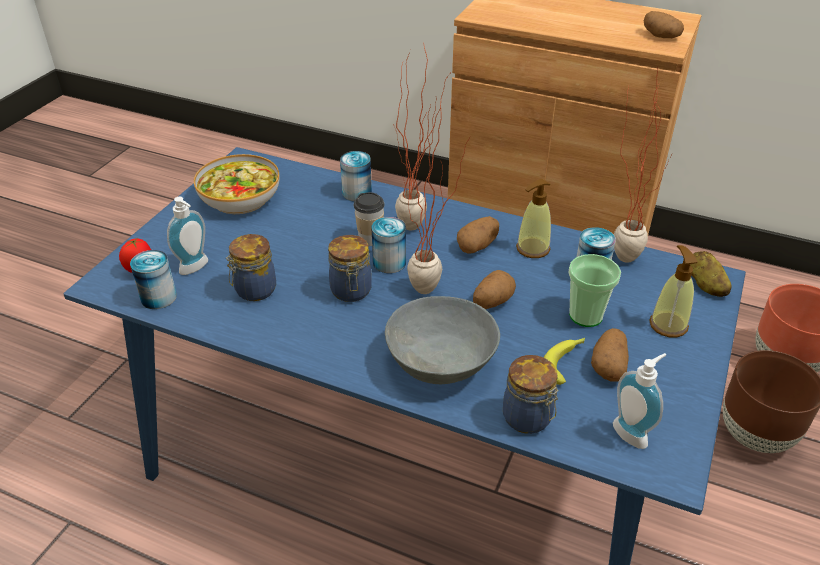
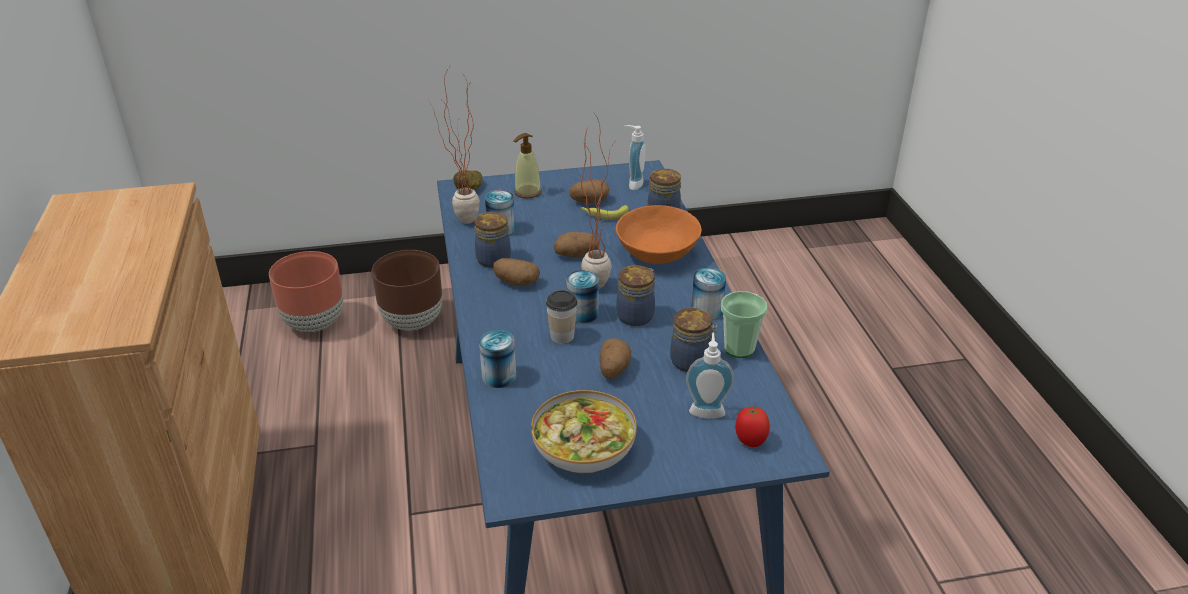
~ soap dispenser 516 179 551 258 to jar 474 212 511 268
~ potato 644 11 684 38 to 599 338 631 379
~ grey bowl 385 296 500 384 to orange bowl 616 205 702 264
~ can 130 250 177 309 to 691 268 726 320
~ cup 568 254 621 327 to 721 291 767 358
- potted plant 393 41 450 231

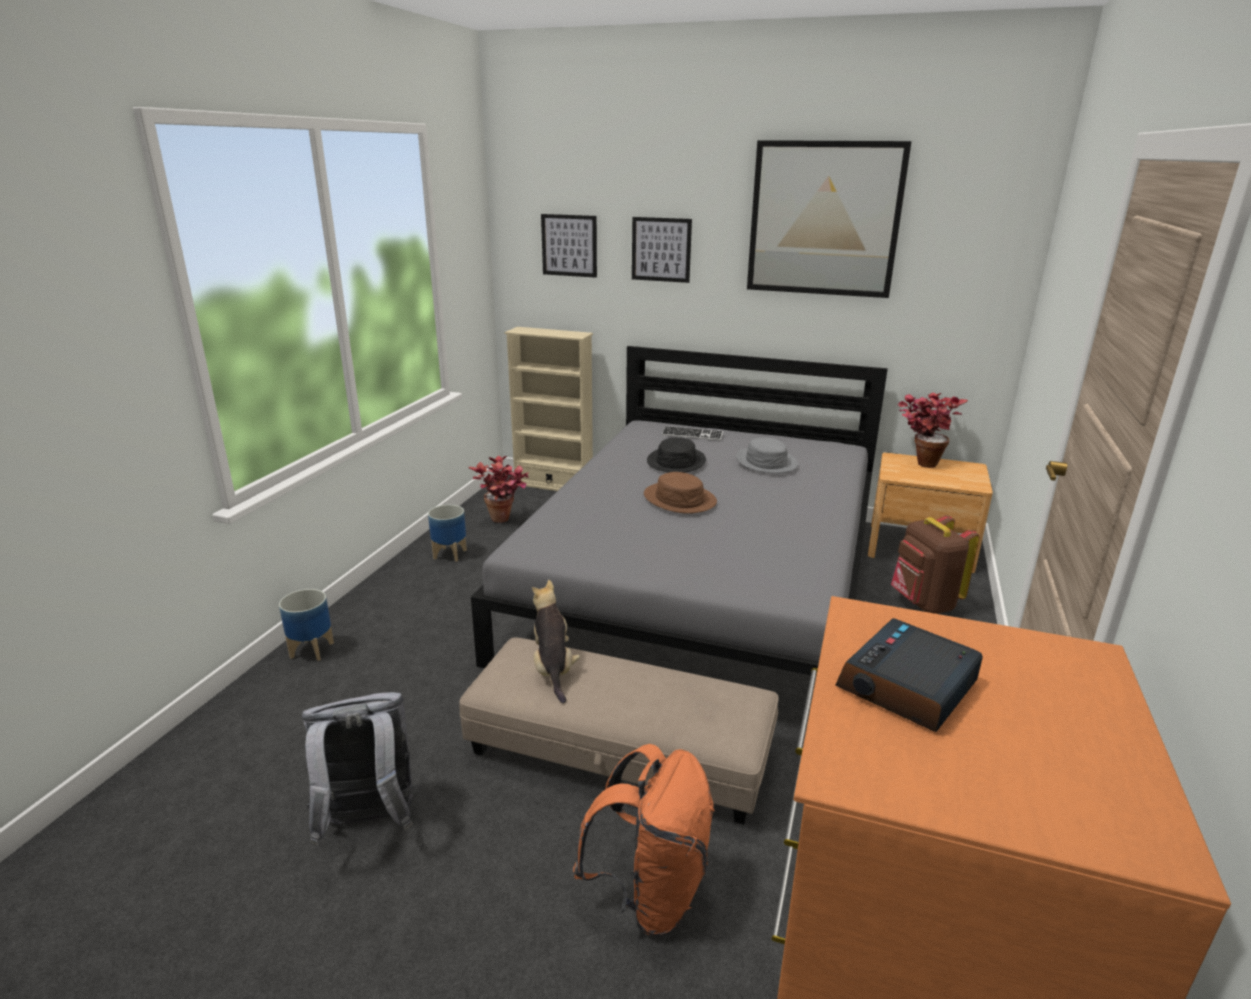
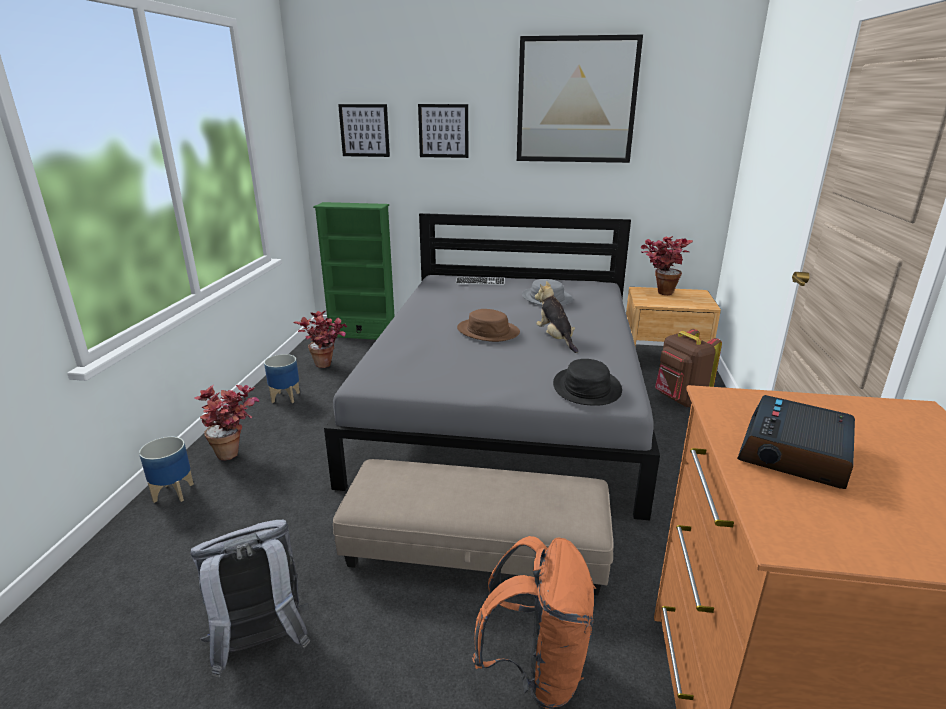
+ potted plant 194 384 259 461
~ beige bookcase 505 327 593 491 to green bookcase 313 202 395 340
~ plush toy 532 580 580 704 to 535 281 578 353
~ black hat 647 437 706 473 to 553 359 622 406

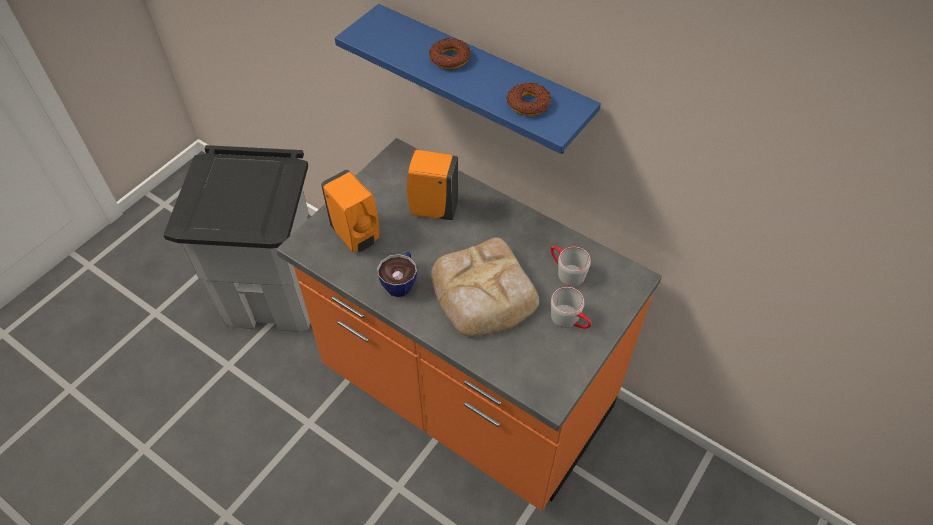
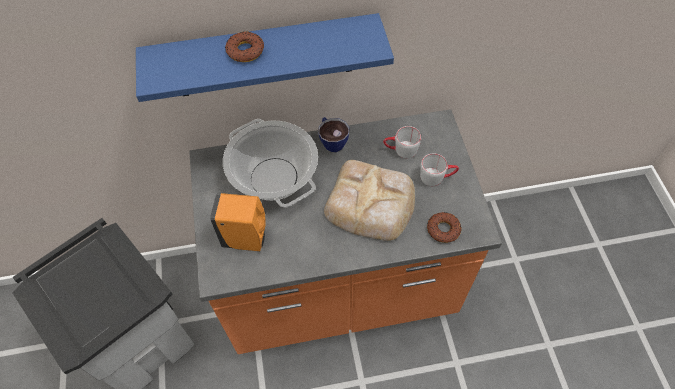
~ orange soap dispenser 407 150 459 220 to cooking pot 223 119 318 208
~ cup 377 252 417 297 to 318 117 349 152
~ donut 507 83 551 116 to 427 212 462 243

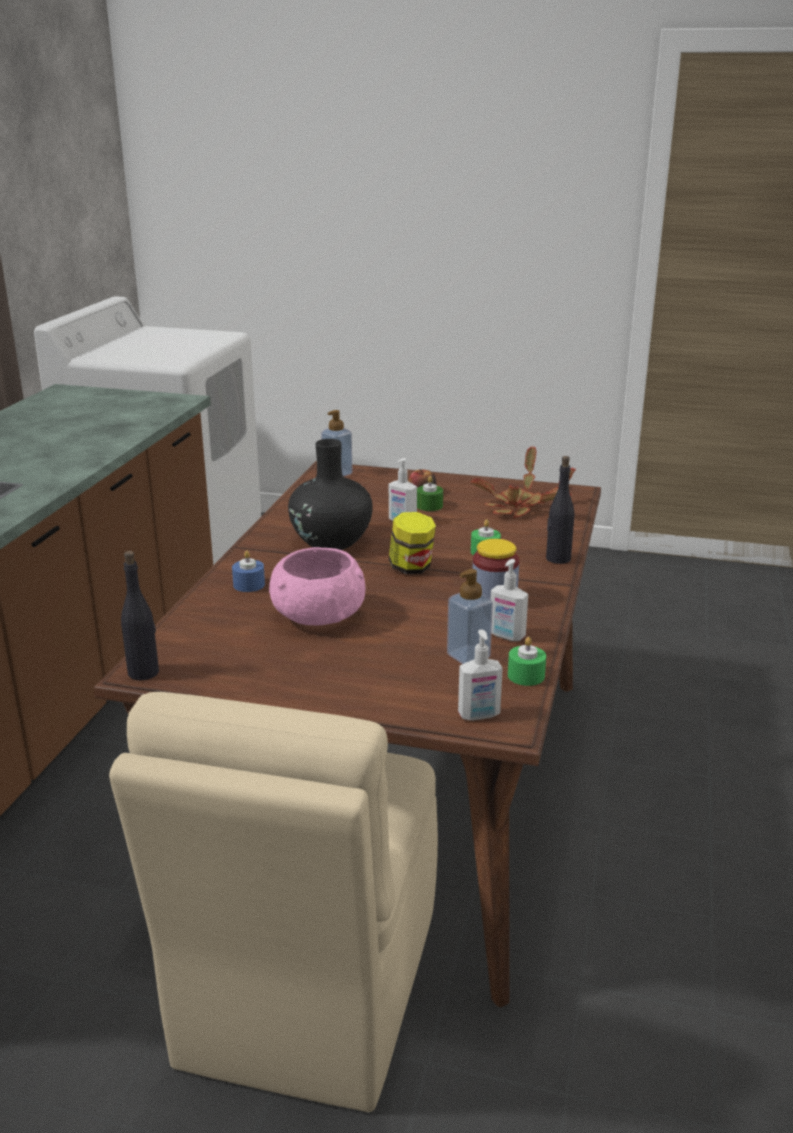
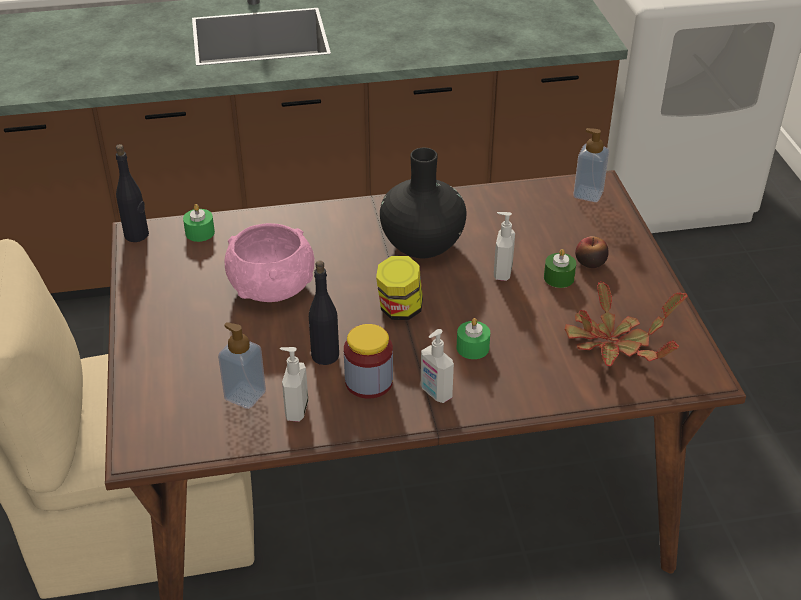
~ green candle 508 637 546 686 to 183 204 215 242
~ black bottle 546 456 574 564 to 309 261 339 365
~ soap dispenser 458 629 503 721 to 421 329 454 403
- blue candle 232 551 265 592

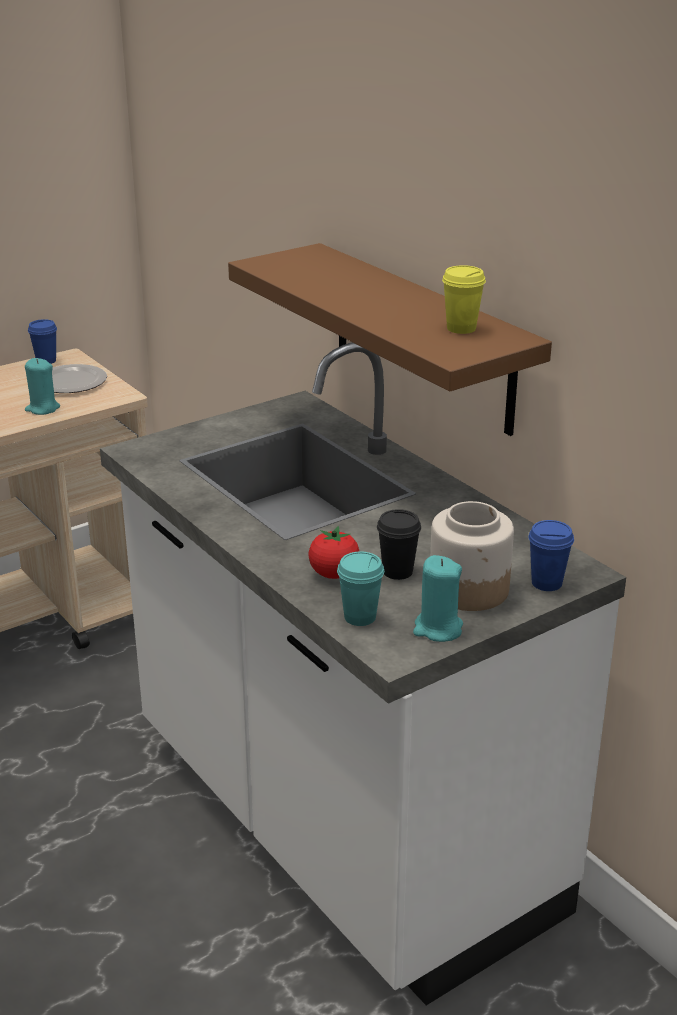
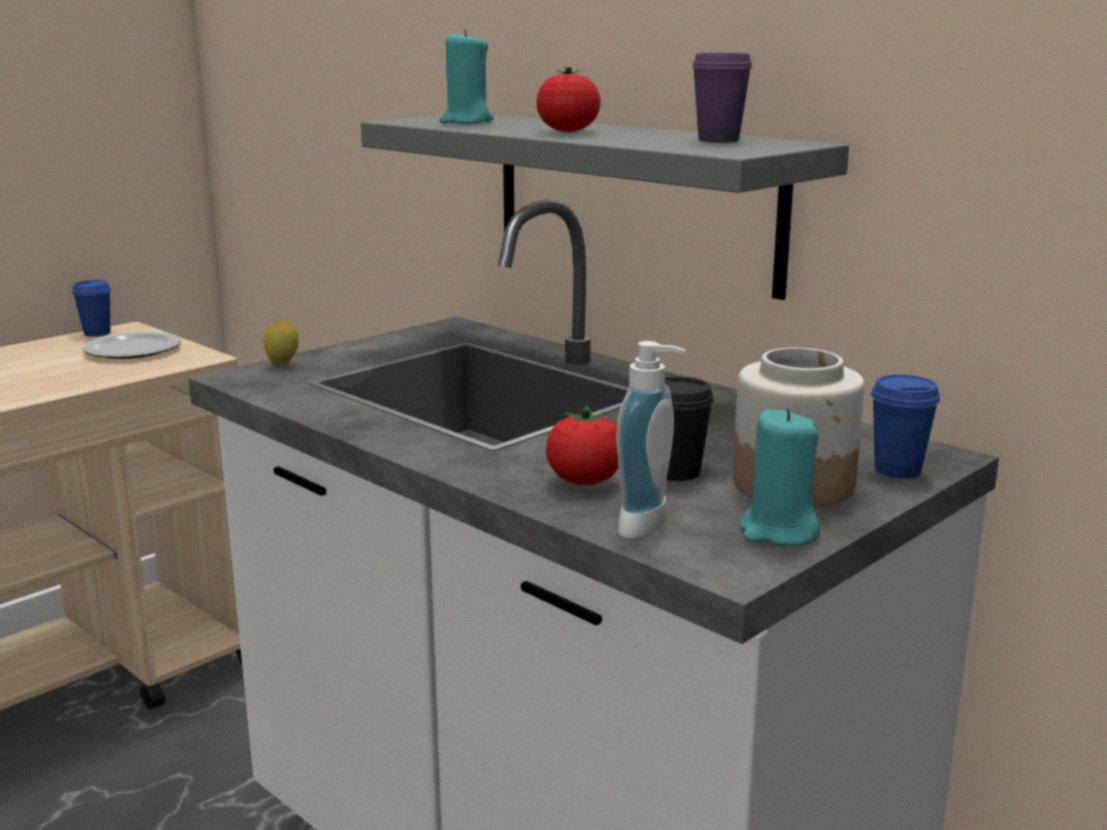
+ lemon 263 318 299 365
~ brown shelf 228 243 552 436 to grey shelf 361 115 849 300
~ turquoise candle 25 358 60 415 to 439 29 494 124
+ tomato 536 67 601 132
~ turquoise cup 337 552 384 626 to soap dispenser 616 341 687 539
~ yellow cup 442 265 486 334 to purple cup 692 53 752 142

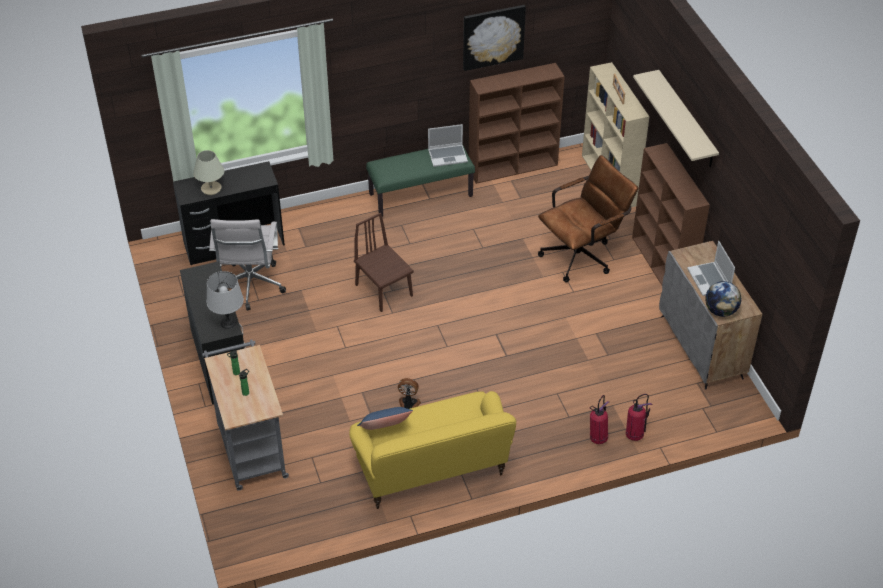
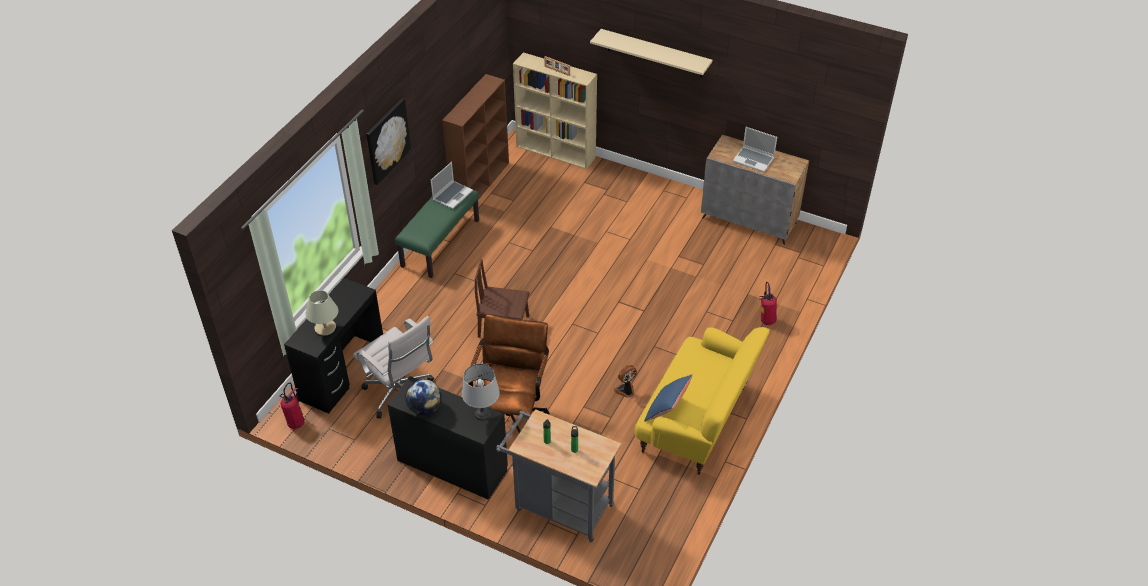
~ fire extinguisher 626 394 653 441 to 280 382 305 429
~ picture 463 5 526 71 to 366 98 411 185
~ globe 705 281 741 317 to 405 379 442 415
~ brown office chair 538 155 638 283 to 469 314 550 433
- brown bookcase 632 143 710 285

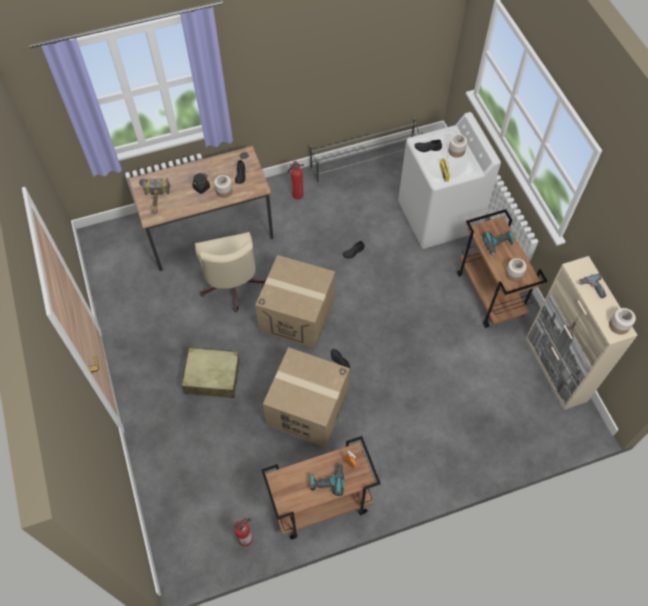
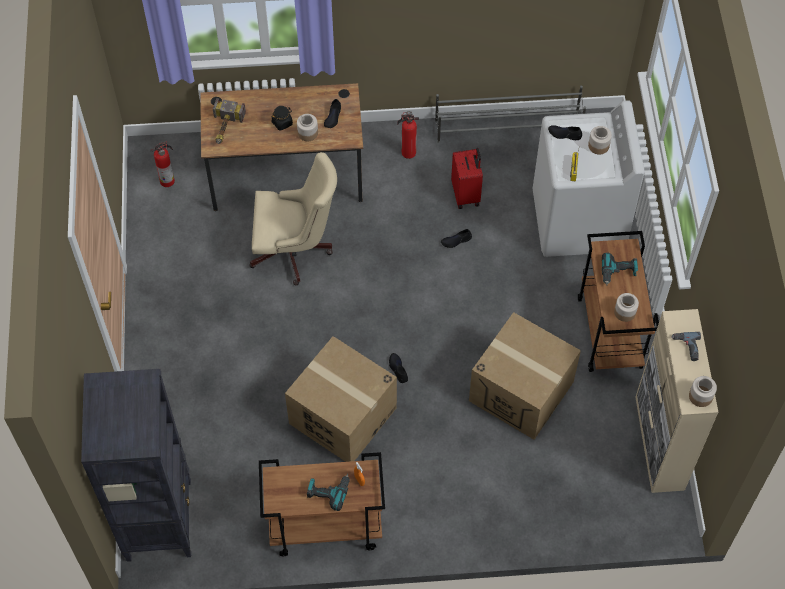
+ black bookcase 81 369 191 562
~ fire extinguisher 232 517 253 546 to 150 141 175 187
~ beige office chair 195 232 266 312 = 249 152 337 286 90 degrees counterclockwise
+ red suitcase 451 148 483 209
~ cardboard box 255 255 335 349 to 469 312 581 440
- beige suitcase 182 348 240 398

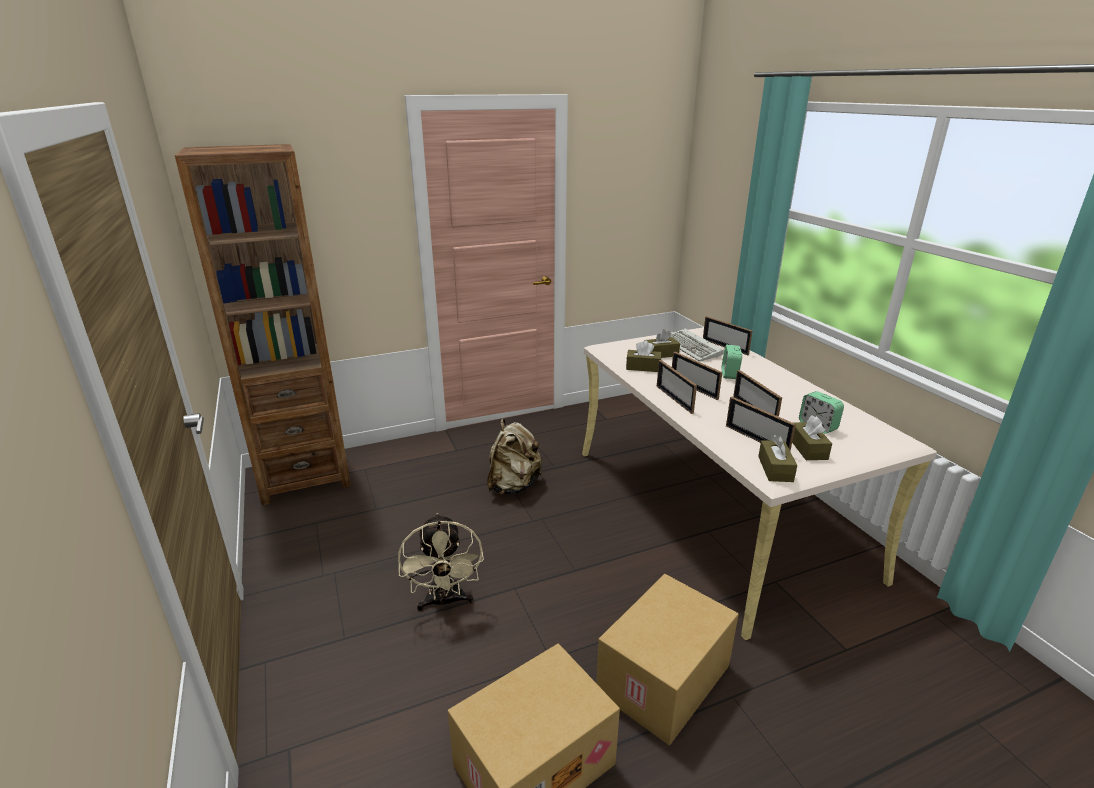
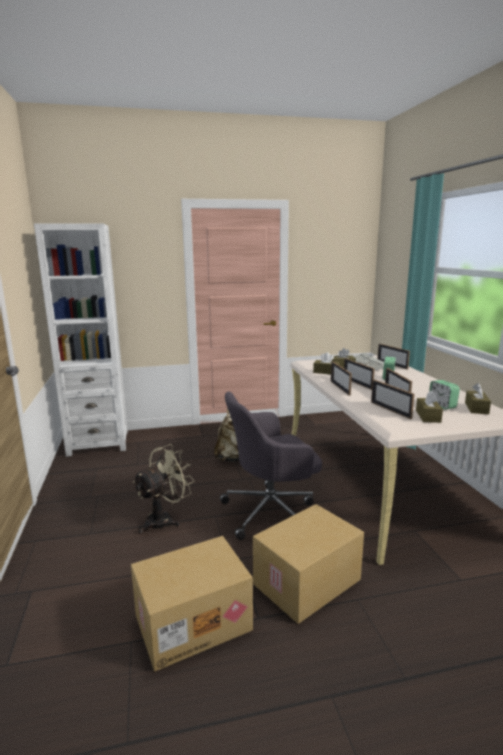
~ brown bookcase 175 144 351 505 to white bookcase 34 223 128 457
~ beige fan 398 513 484 611 = 132 444 194 534 135 degrees counterclockwise
+ grey office chair 220 391 322 540
~ brown tissue box 758 435 797 482 to 465 383 491 414

